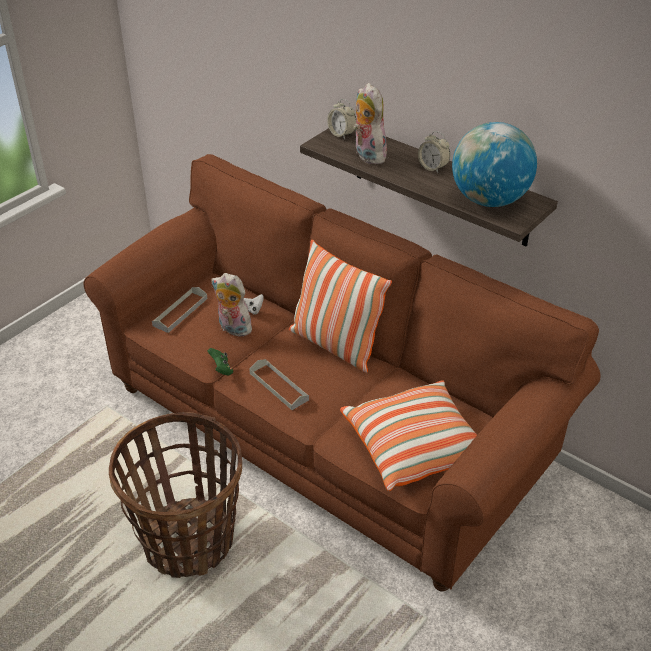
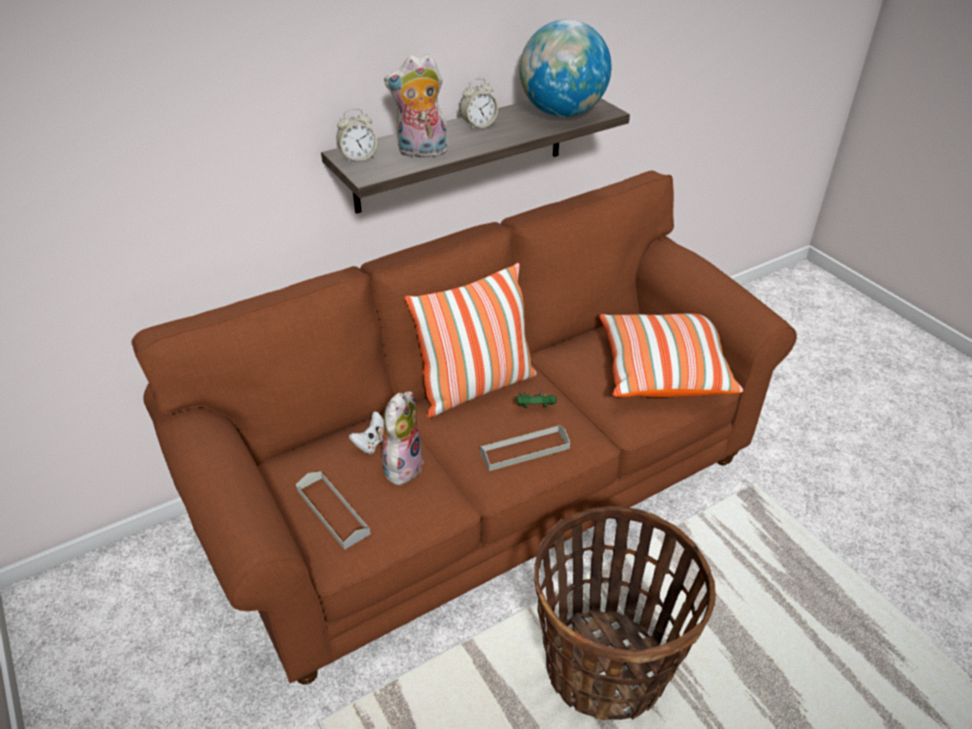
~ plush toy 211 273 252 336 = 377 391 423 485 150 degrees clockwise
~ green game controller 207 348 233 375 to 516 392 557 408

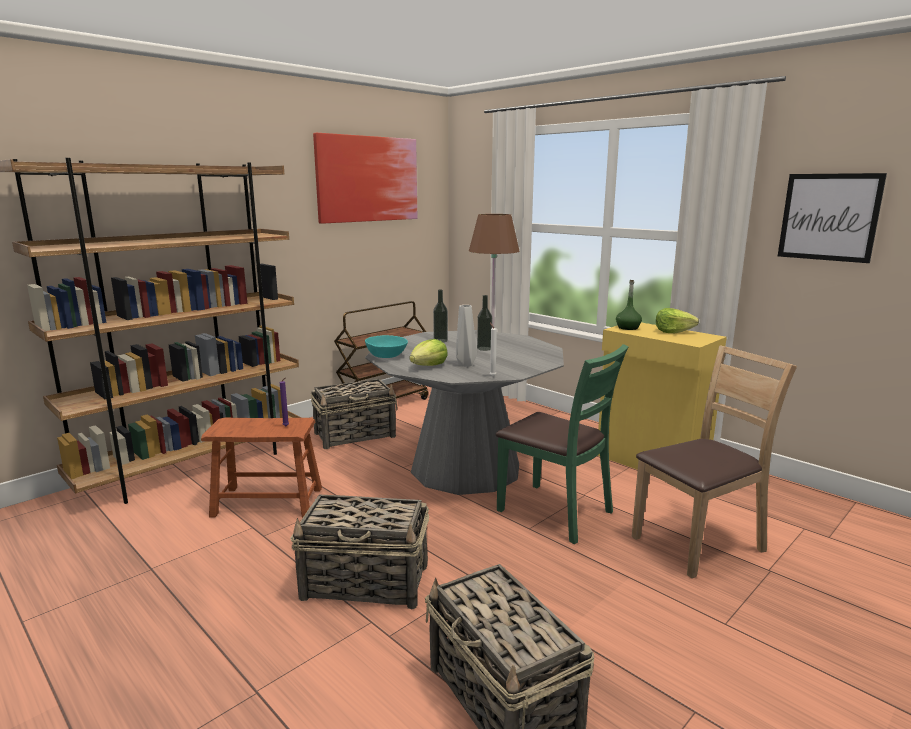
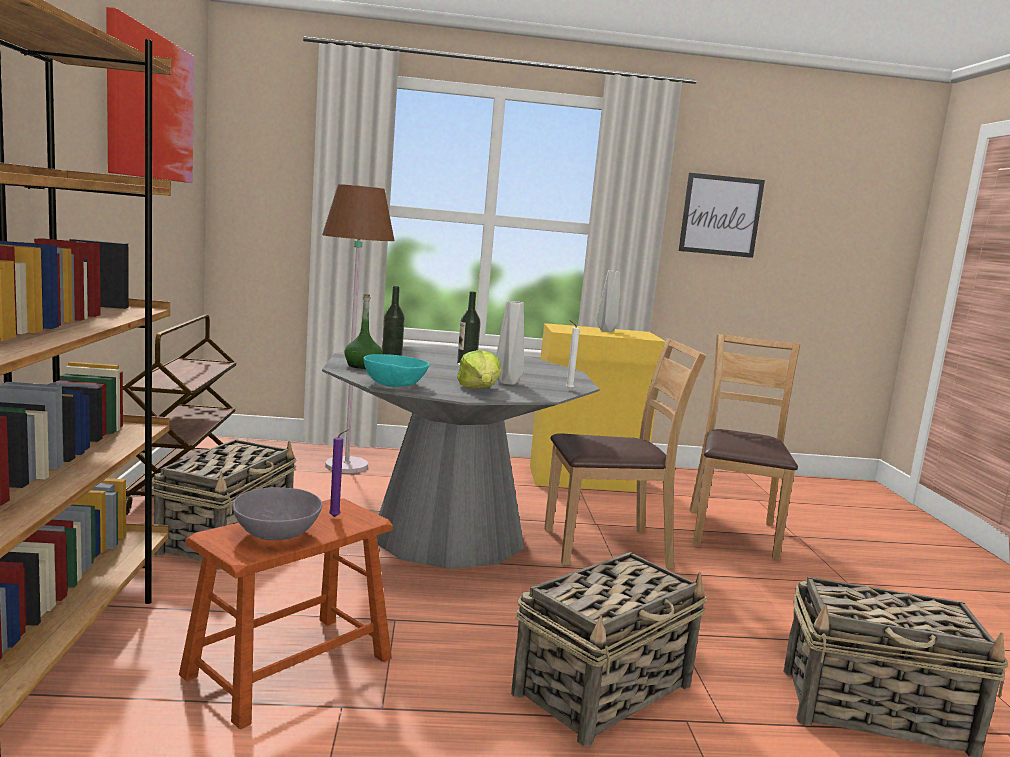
+ grey bowl 233 487 322 540
~ green bottle 616 280 642 330 to 344 294 383 369
~ green chair 496 344 629 544 to brown chair 544 338 707 569
~ lettuce 656 308 699 333 to grey vase 596 270 620 332

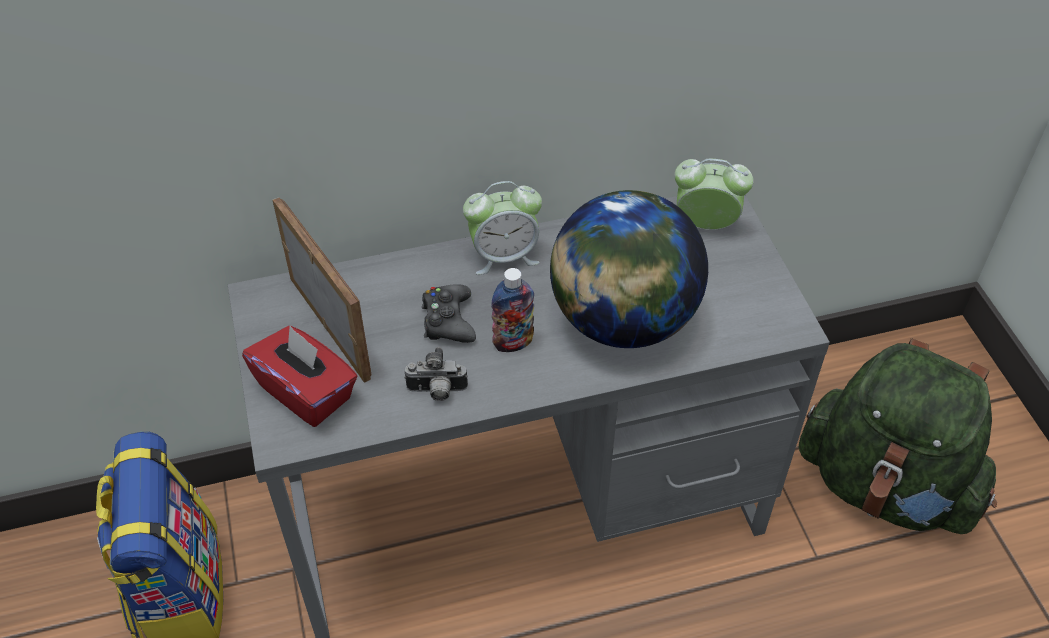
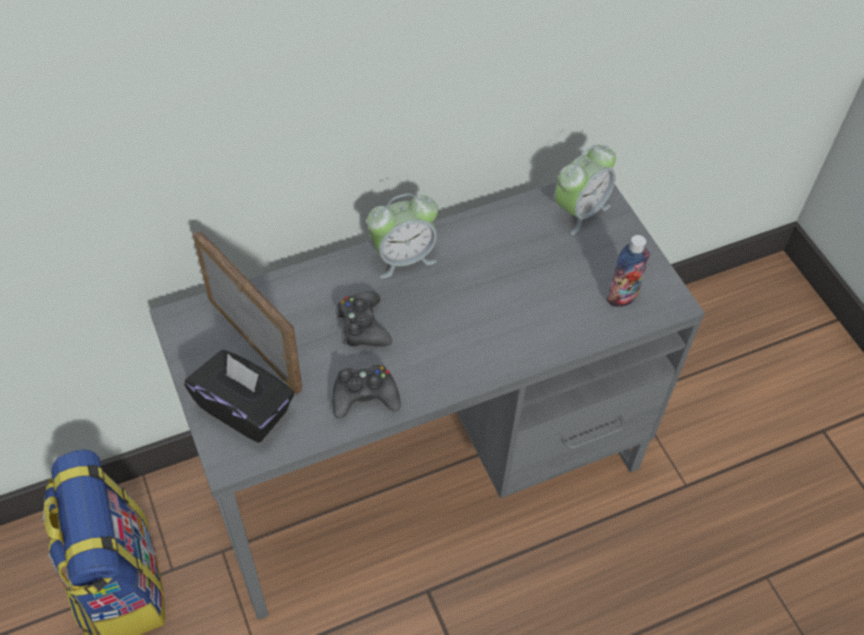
~ red tissue box 242 326 358 427 to black tissue box 184 350 294 443
~ photo camera 404 347 468 401 to black game controller 332 365 401 419
~ alarm clock 674 159 754 230 = 555 145 616 235 135 degrees clockwise
~ bottle 491 268 534 352 to 607 235 650 307
- globe 550 190 708 348
- green backpack 798 339 997 534

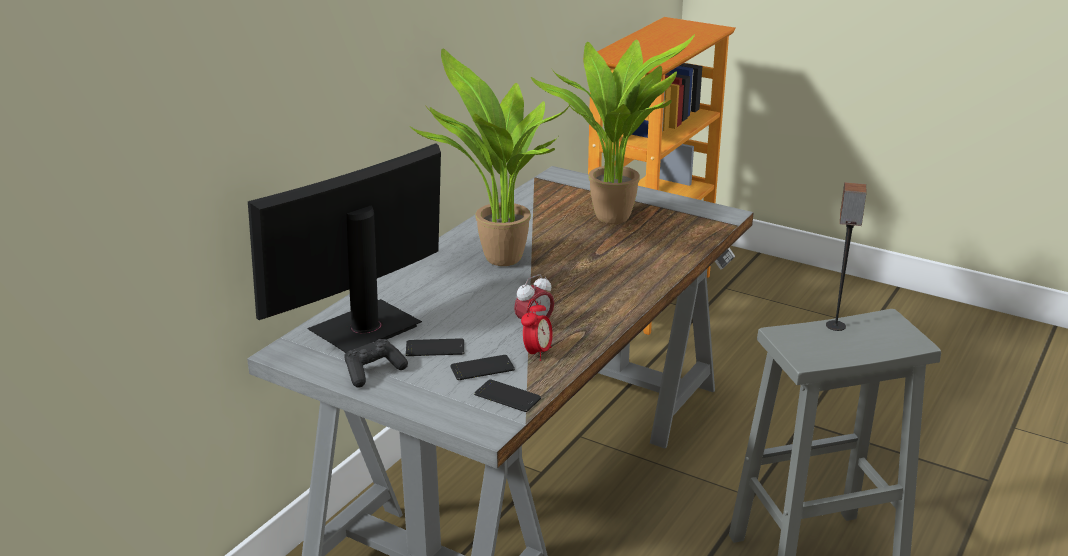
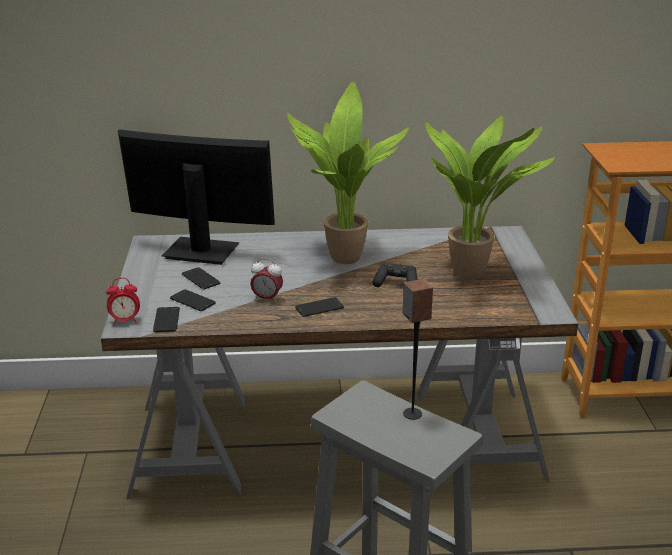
~ alarm clock 521 299 553 361 to 106 278 140 326
+ phone 295 297 344 317
~ black game controller 344 339 408 387 to 373 263 417 287

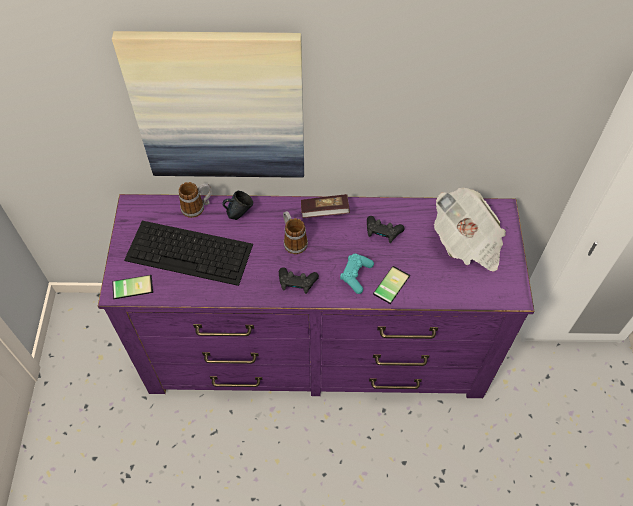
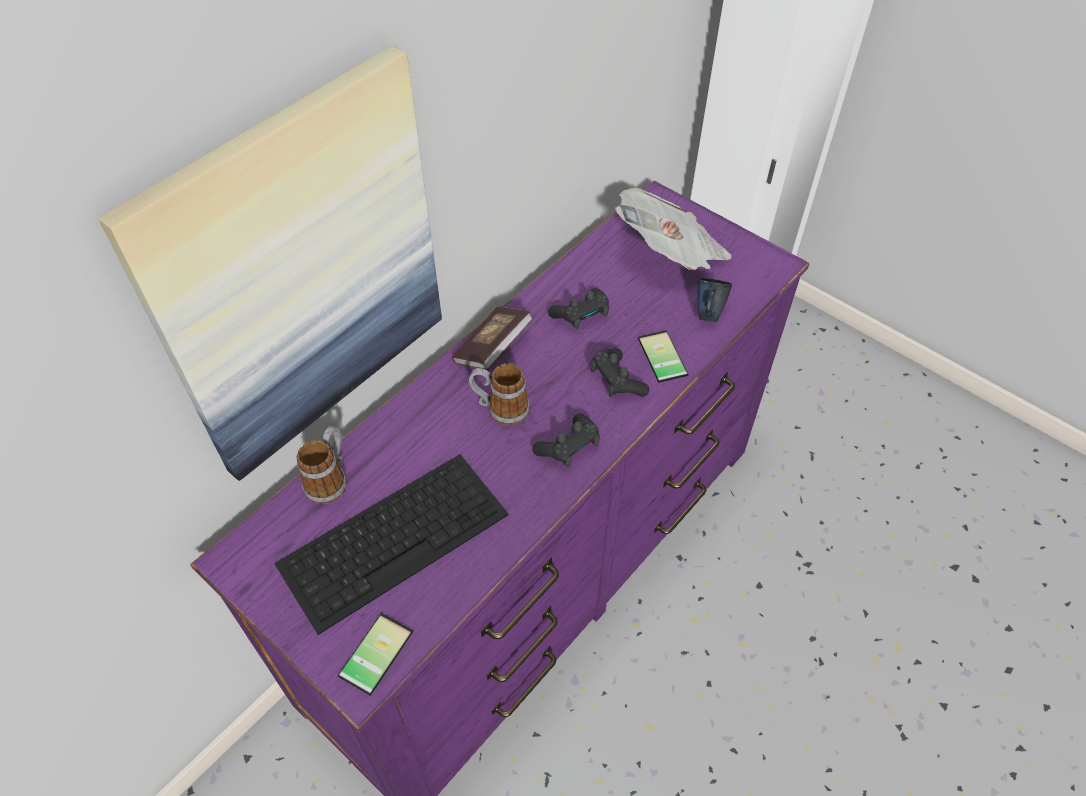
~ turquoise game controller 340 254 374 294 to black game controller 590 348 649 397
~ blue mug 222 191 253 220 to 697 278 732 322

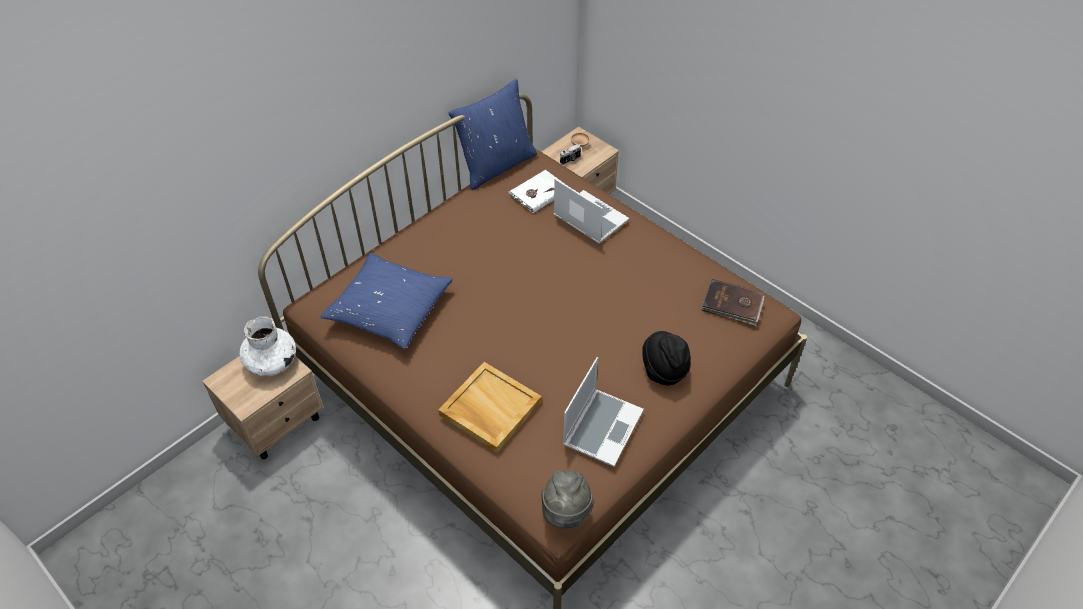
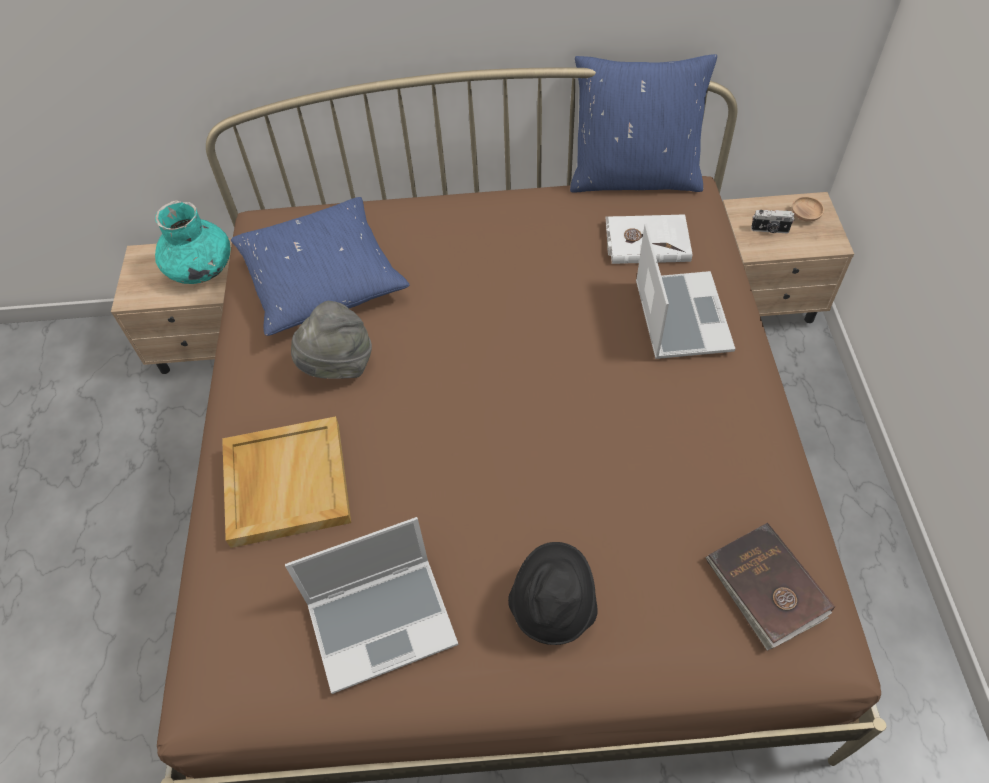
~ white vase 239 316 296 376 to turquoise vase 155 201 231 284
~ grey hat 541 470 594 529 to 291 301 372 379

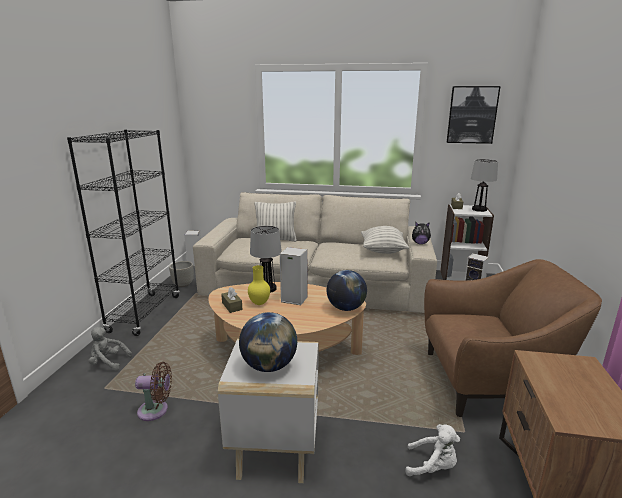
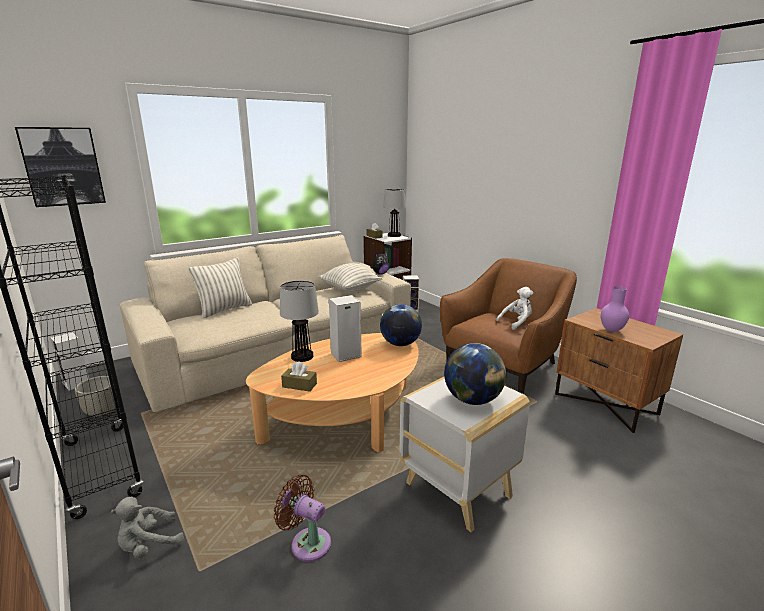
~ picture 447 86 501 144 to 15 127 106 207
~ brown fan 135 362 172 421 = 274 474 331 562 105 degrees counterclockwise
~ white plush toy 405 424 460 476 to 496 287 533 330
+ purple vase 601 286 629 332
- yellow vase 248 265 270 305

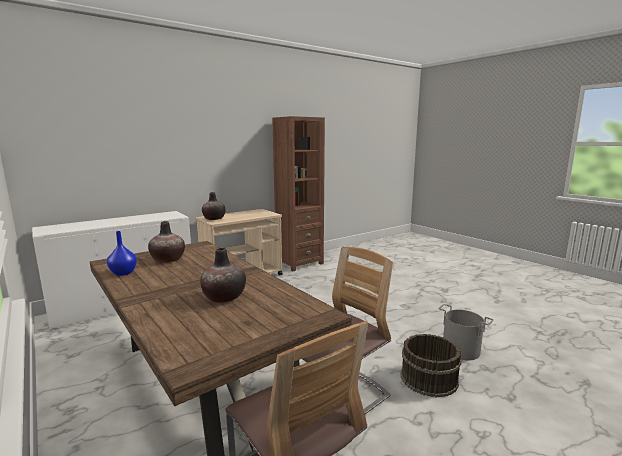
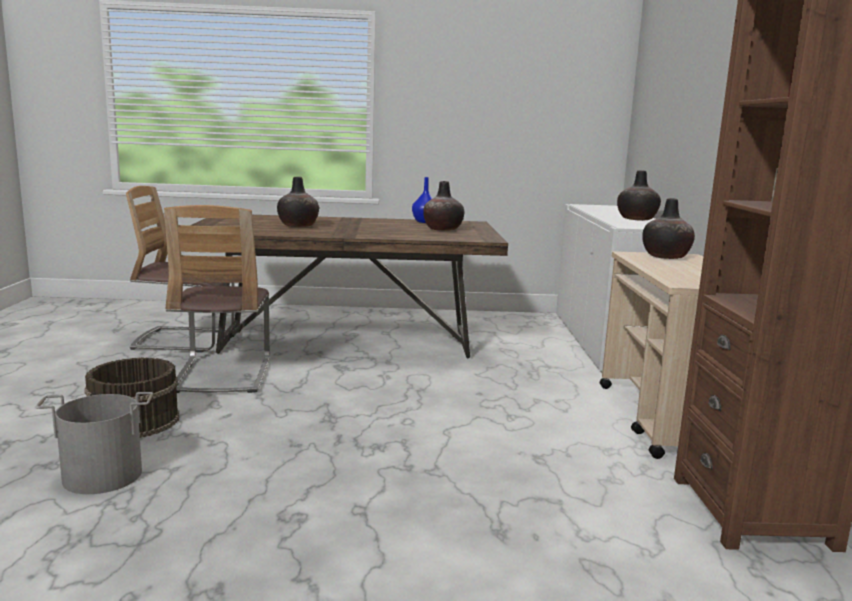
+ vase 617 170 661 221

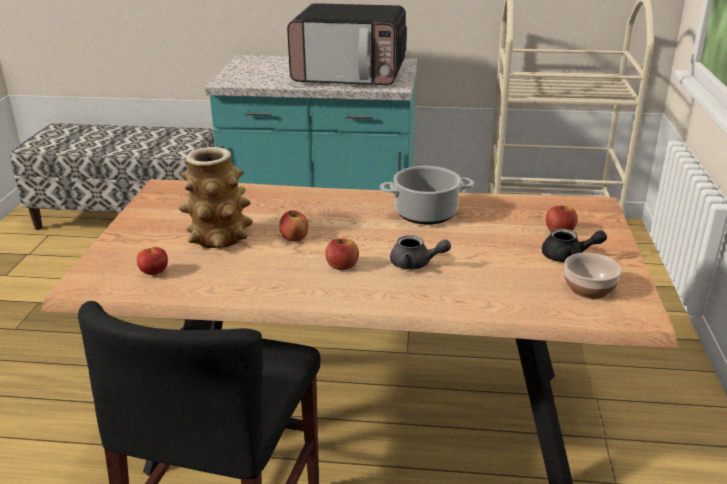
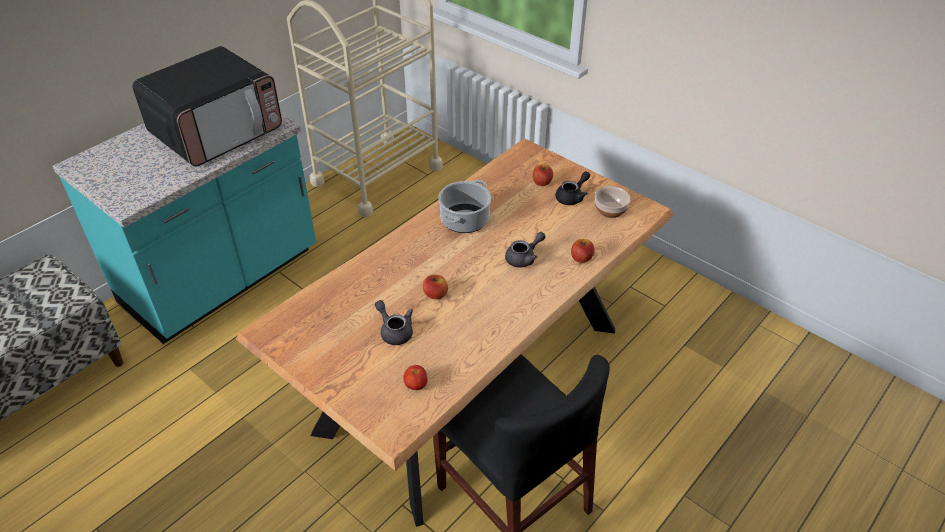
~ vase 178 147 253 248 to grey teapot 375 300 413 345
~ apple 325 238 359 270 to 571 239 595 263

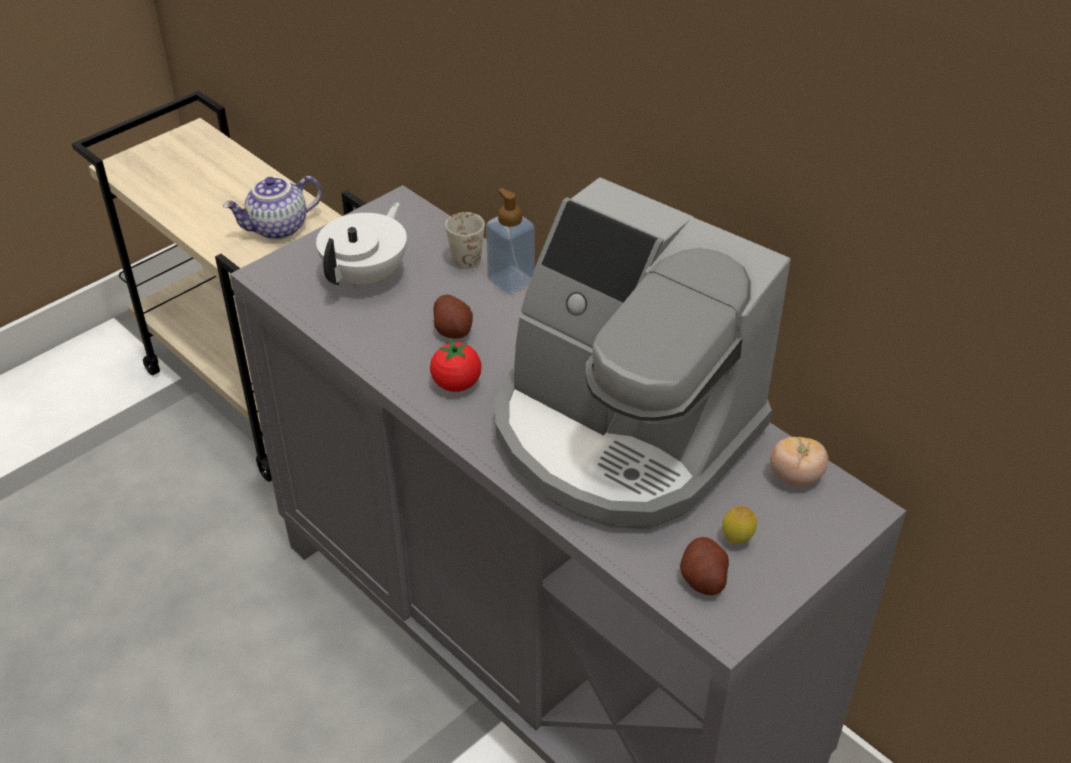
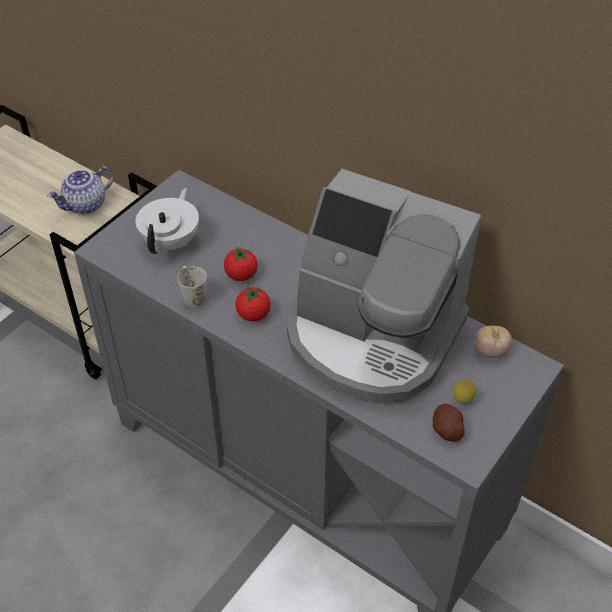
~ white mug 445 212 485 269 to 177 266 207 308
~ potato 434 295 473 339 to tomato 224 247 258 281
- soap dispenser 486 188 535 294

